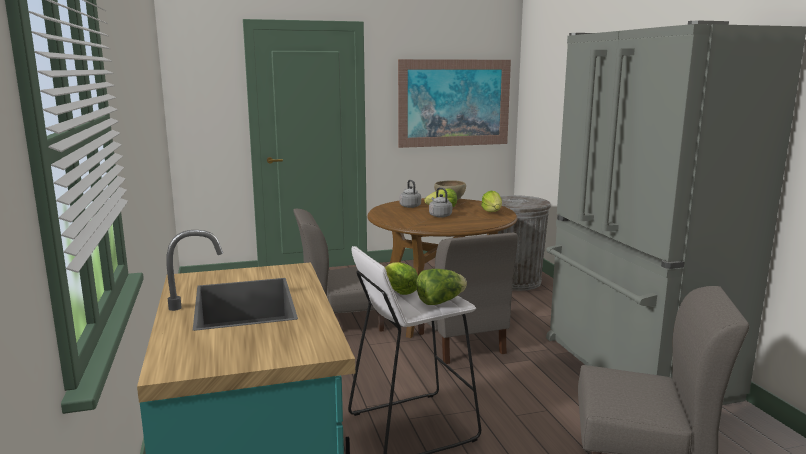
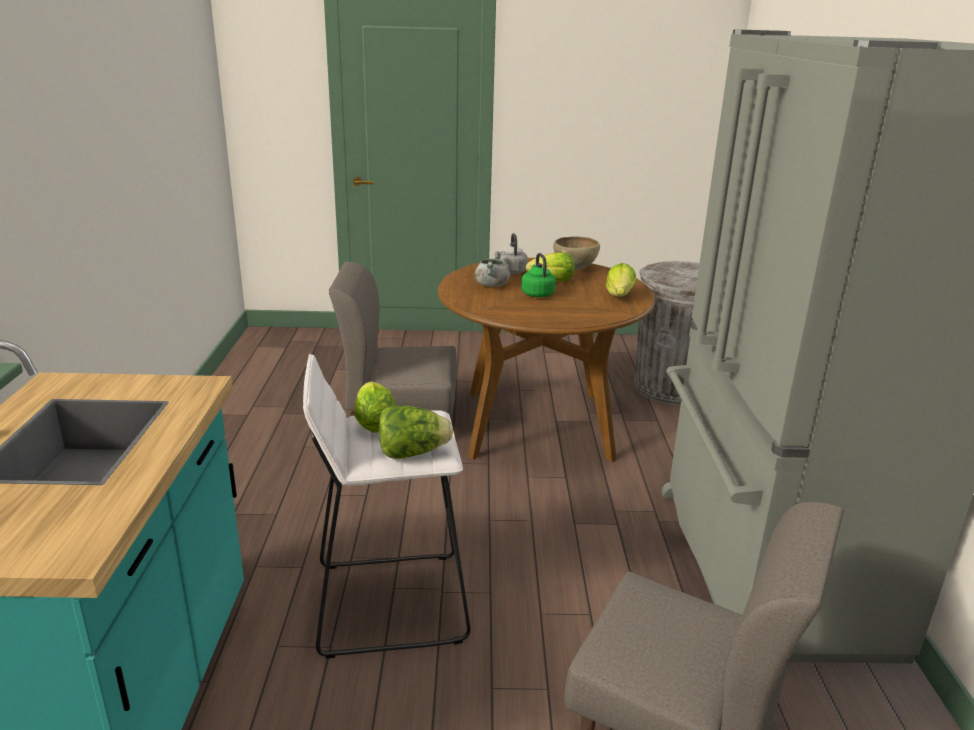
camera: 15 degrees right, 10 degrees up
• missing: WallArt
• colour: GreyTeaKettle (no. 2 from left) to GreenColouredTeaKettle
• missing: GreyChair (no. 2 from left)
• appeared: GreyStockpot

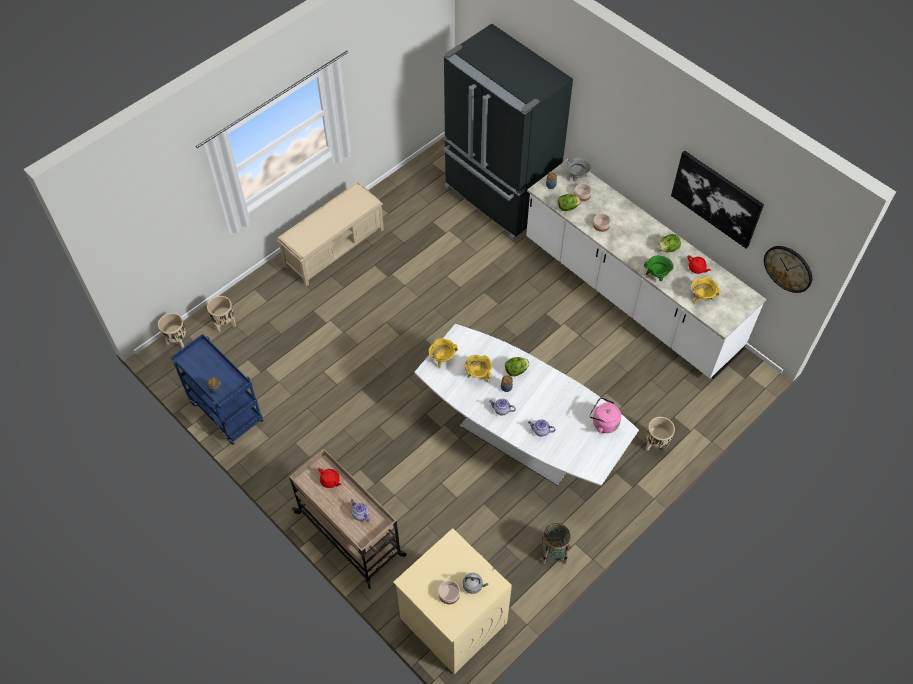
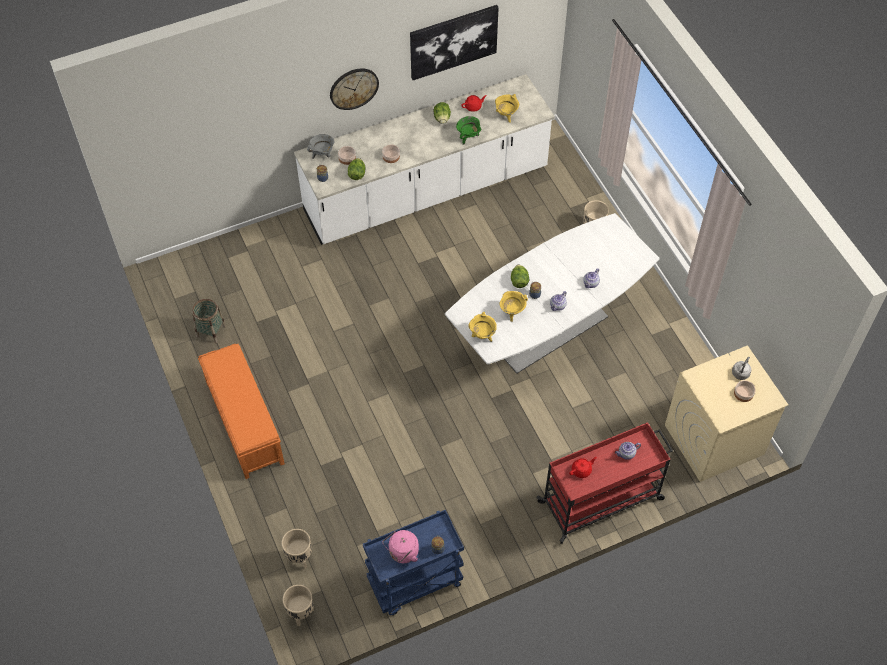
camera: 70 degrees left, 0 degrees up
• missing: BlackColouredRefrigerator
• colour: BeigeBench to OrangeyBench
• relocated: WallClock
• relocated: PinkColouredTeaKettle
• colour: BeigeCart to RedCart
• relocated: Basket

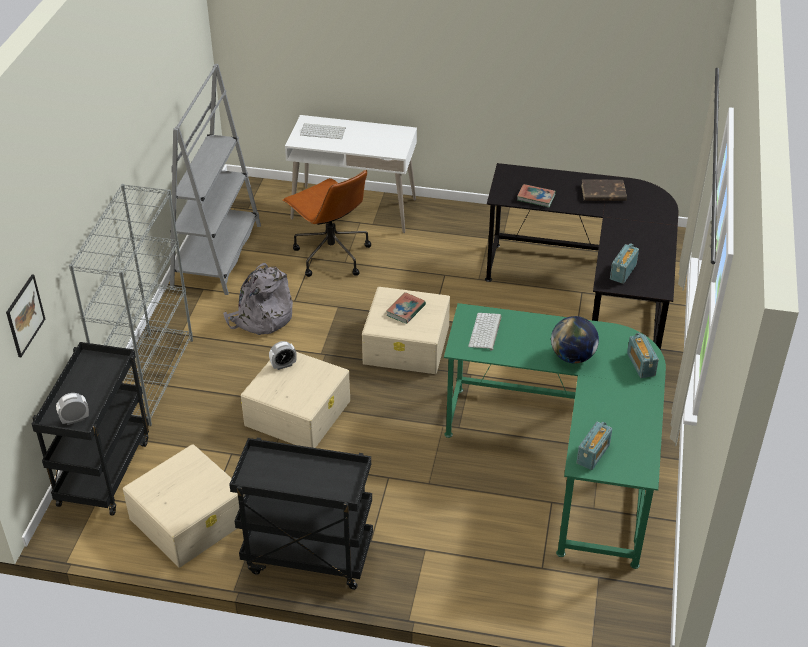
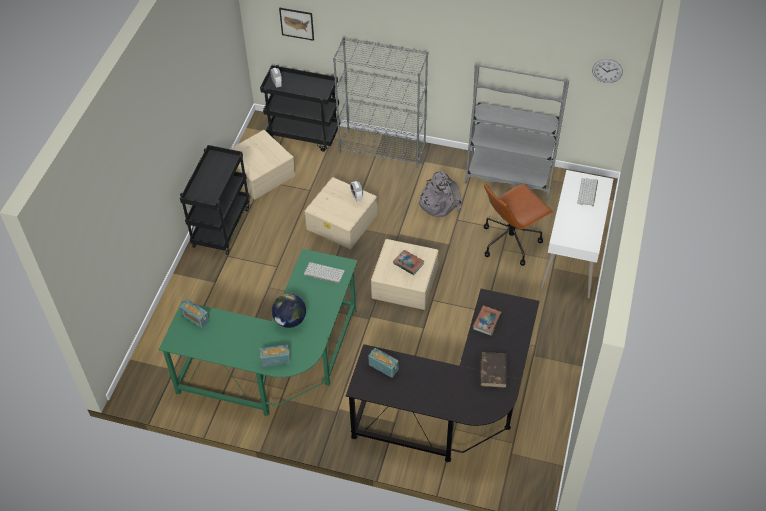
camera: 95 degrees right, 10 degrees up
• appeared: WallClock

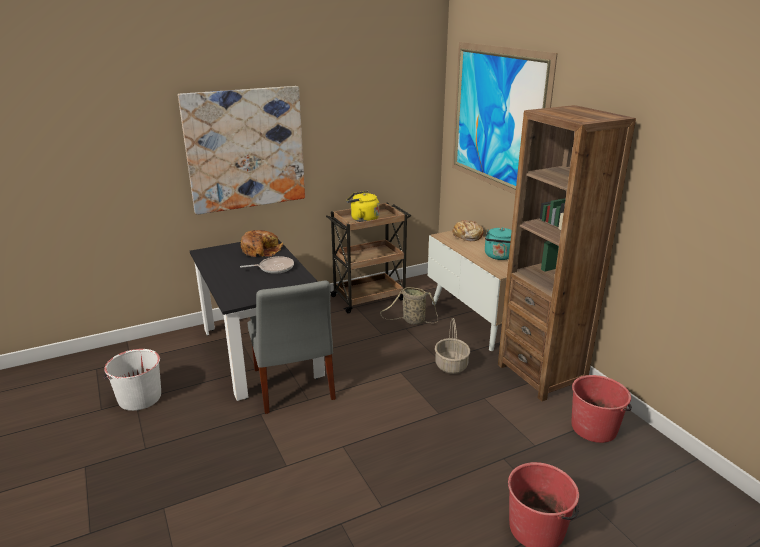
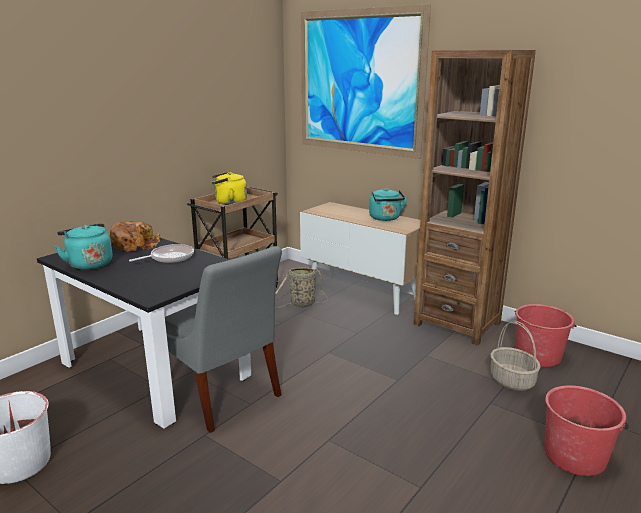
camera: 25 degrees left, 5 degrees down
• missing: WallArt (no. 1 from left)
• missing: BakeryBread (no. 2 from left)
• relocated: Basket (no. 2 from left)
• appeared: TurquoiseColouredTeaKettle (no. 1 from left)

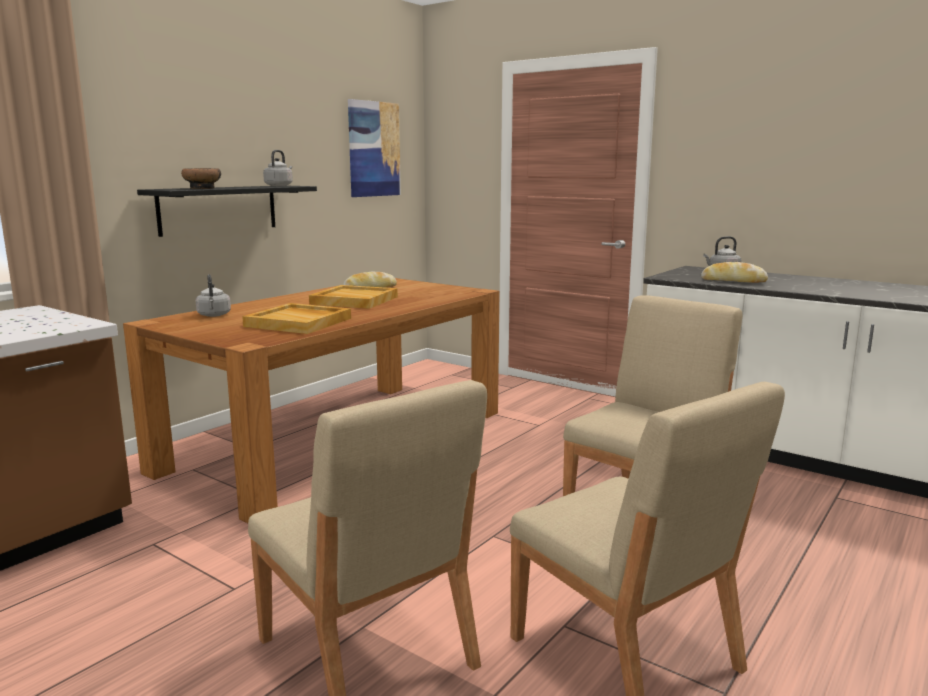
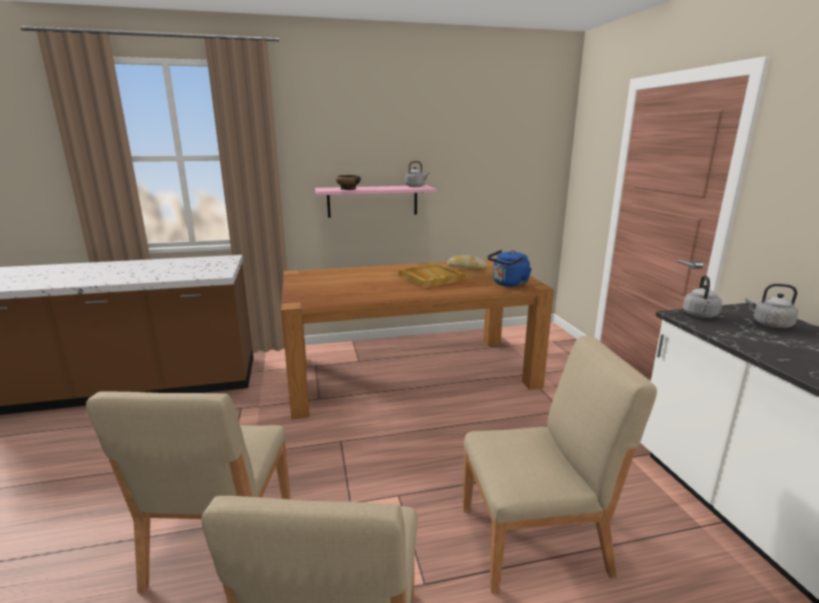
camera: 40 degrees right, 5 degrees up
• missing: WallArt
• colour: BlackColouredBracketShelf to PinkColouredBracketShelf
• missing: BakeryBread (no. 2 from left)
• relocated: GreyTeaKettle (no. 1 from left in the first image) to GreyTeaKettle (no. 2 from left)
• missing: BeigeCarryingTray (no. 1 from left)
• appeared: BlueColouredTeaKettle

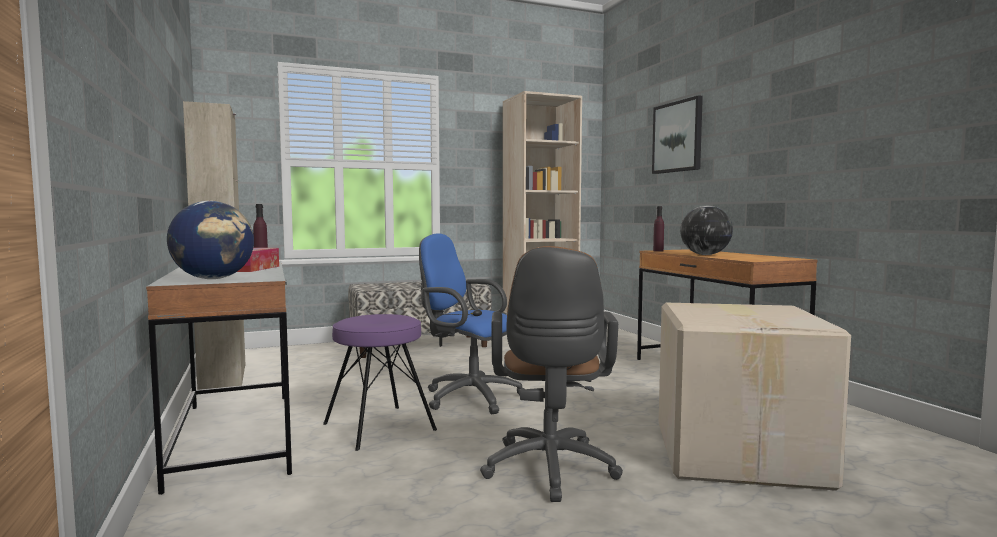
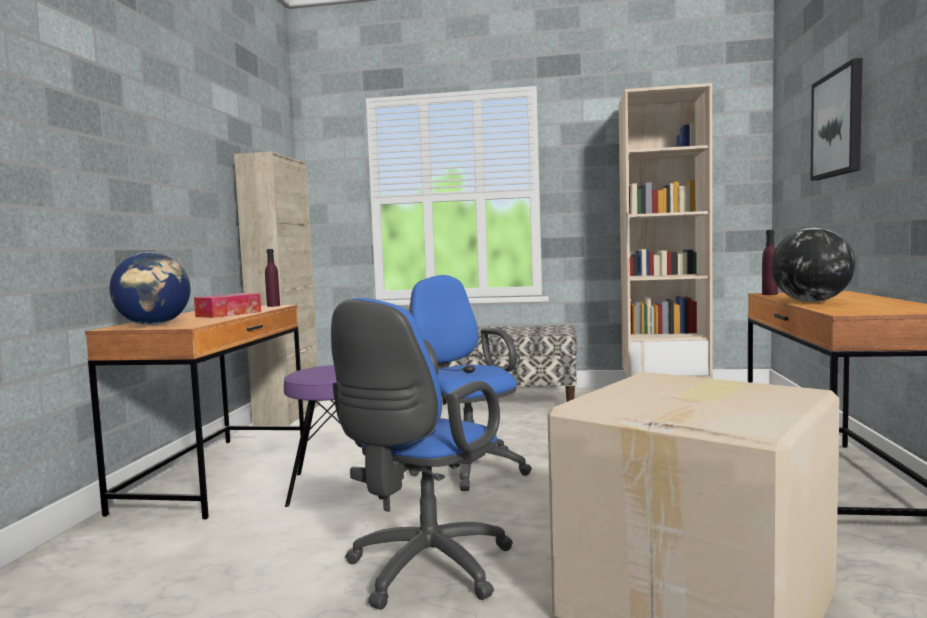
camera: 30 degrees right, 0 degrees up
• colour: BrownOfficeChair to BlueColouredOfficeChair (no. 1 from left)
• colour: GreyDesk to BrownDesk (no. 1 from left)

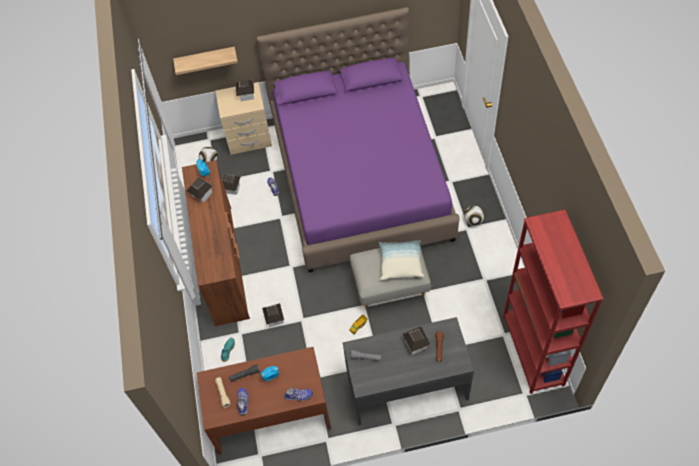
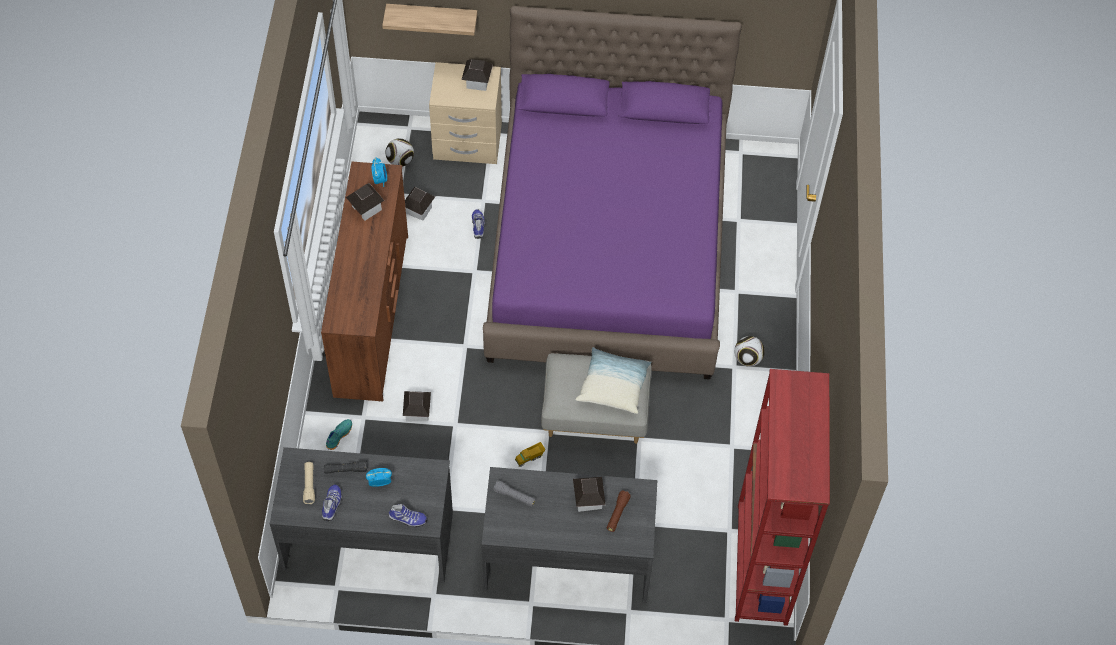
camera: 10 degrees right, 0 degrees up
• colour: BrownDesk to GreyDesk (no. 1 from left)

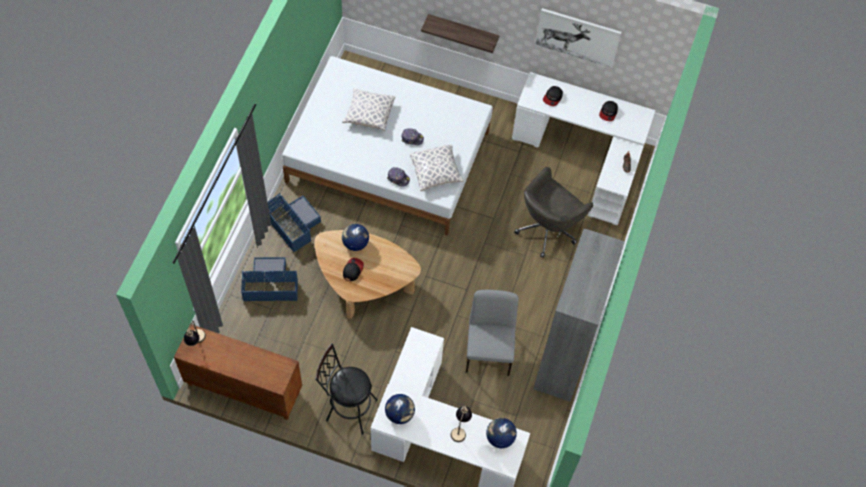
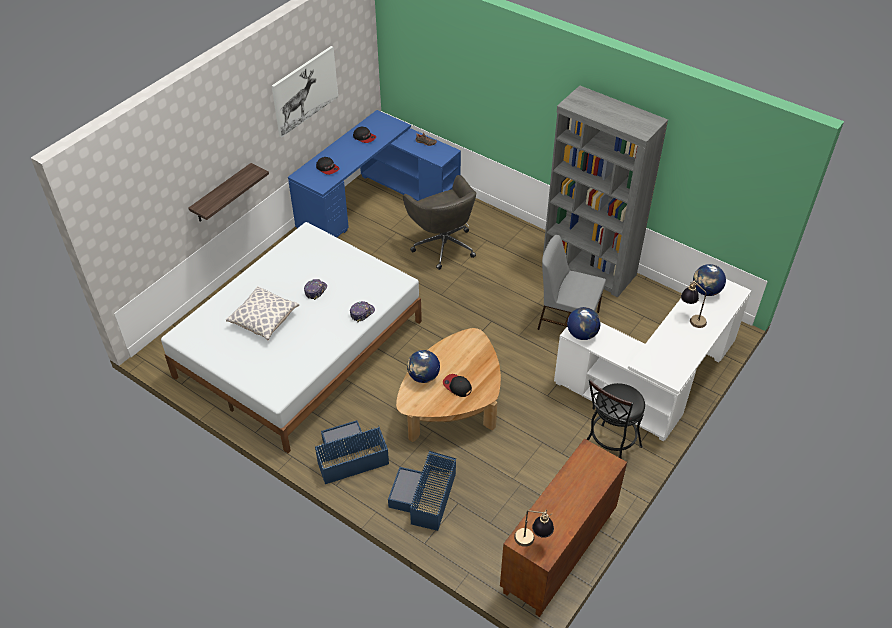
camera: 70 degrees left, 15 degrees down
• colour: WhiteColouredDesk (no. 2 from left) to BlueColouredDesk
• missing: Cushion (no. 2 from left)
• relocated: DeskGlobe (no. 2 from left)

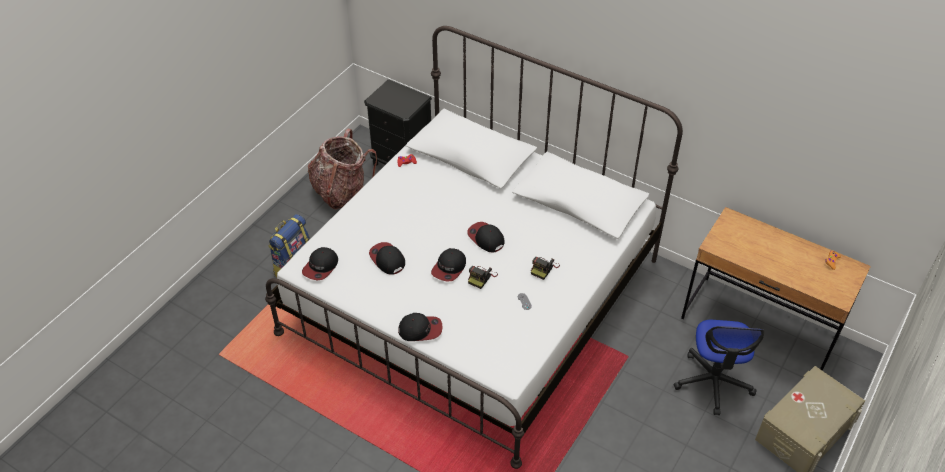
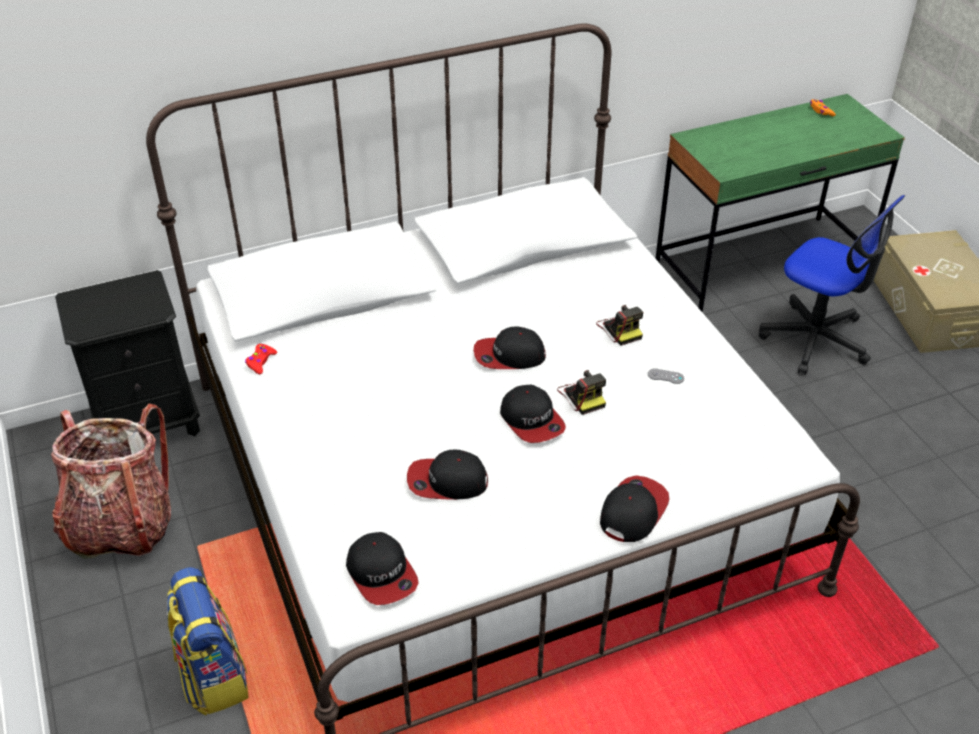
camera: 55 degrees left, 5 degrees down
• colour: BrownDesk to GreenColouredDesk

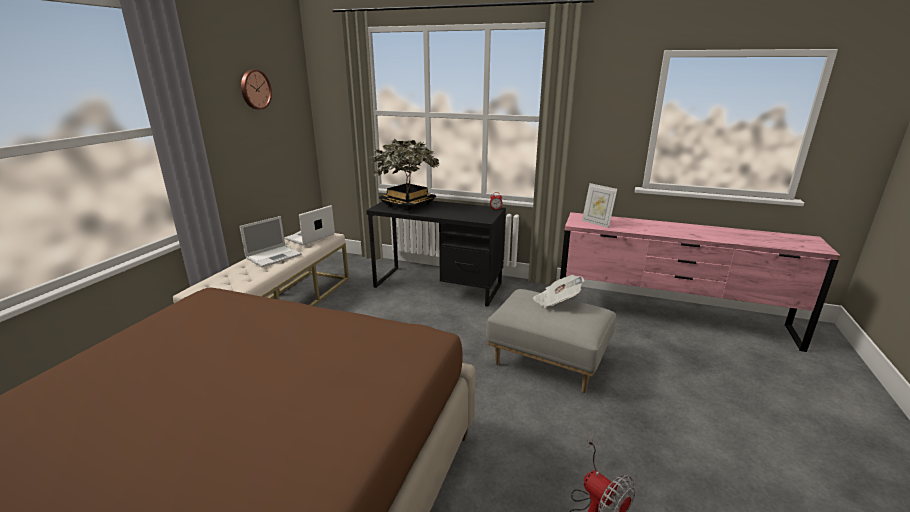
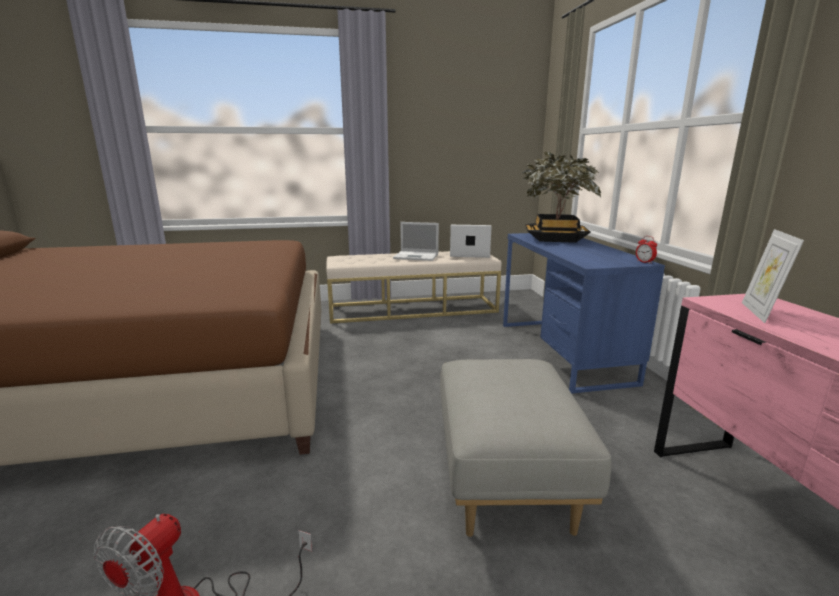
camera: 60 degrees right, 5 degrees down
• missing: WallClock
• colour: BlackColouredDesk to BlueColouredDesk
• missing: DailyPaper

